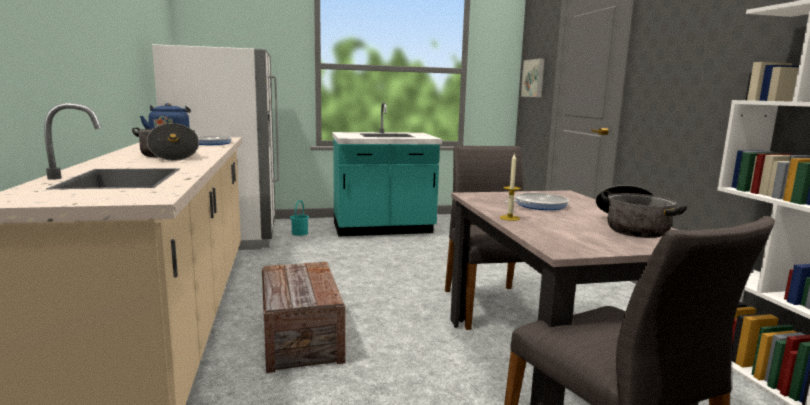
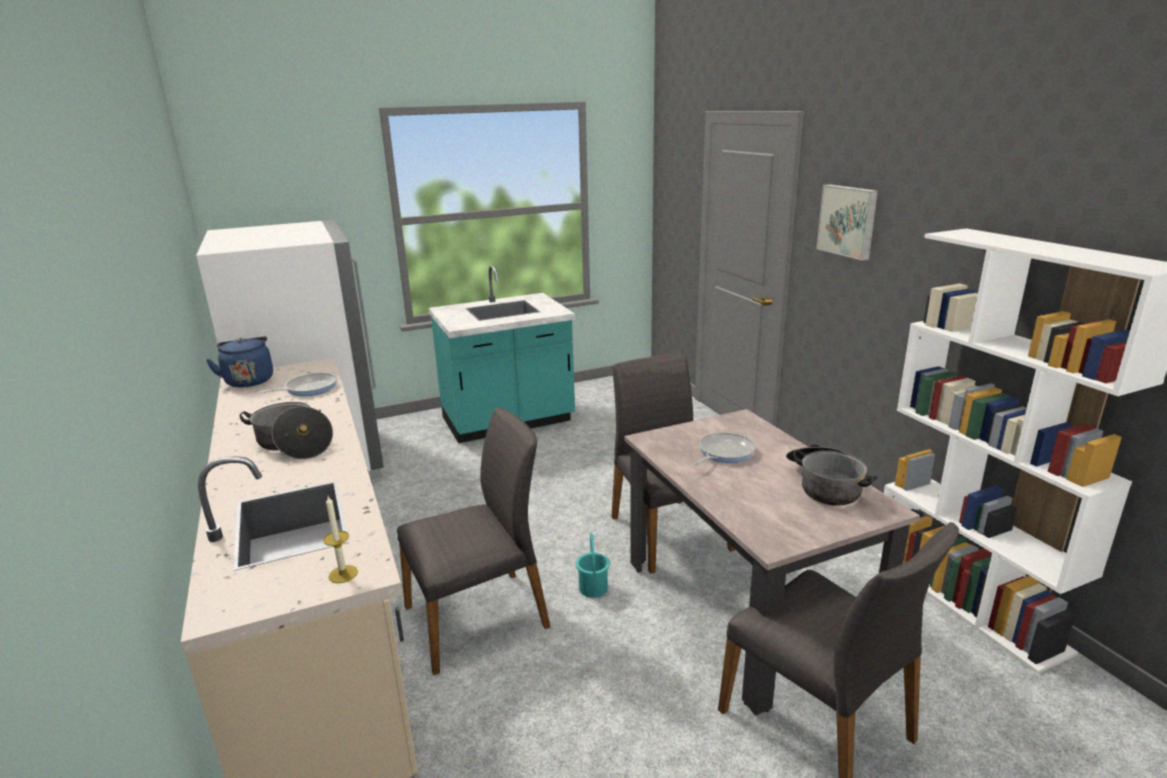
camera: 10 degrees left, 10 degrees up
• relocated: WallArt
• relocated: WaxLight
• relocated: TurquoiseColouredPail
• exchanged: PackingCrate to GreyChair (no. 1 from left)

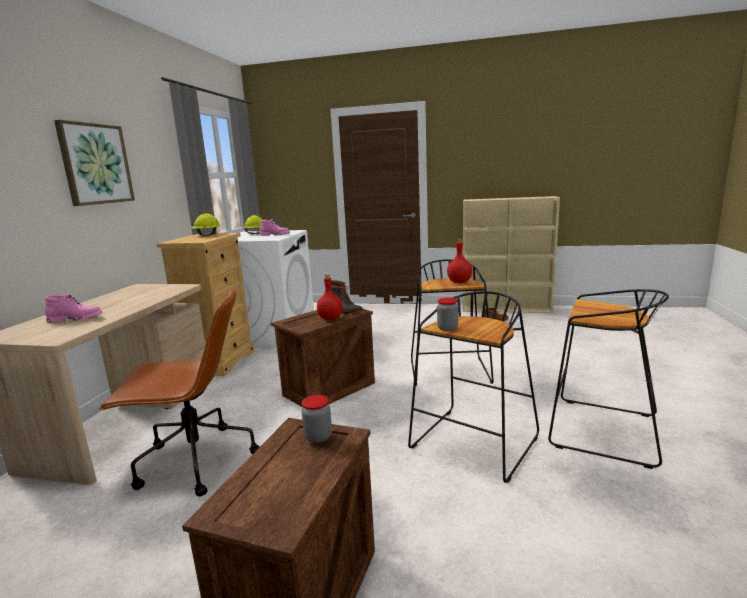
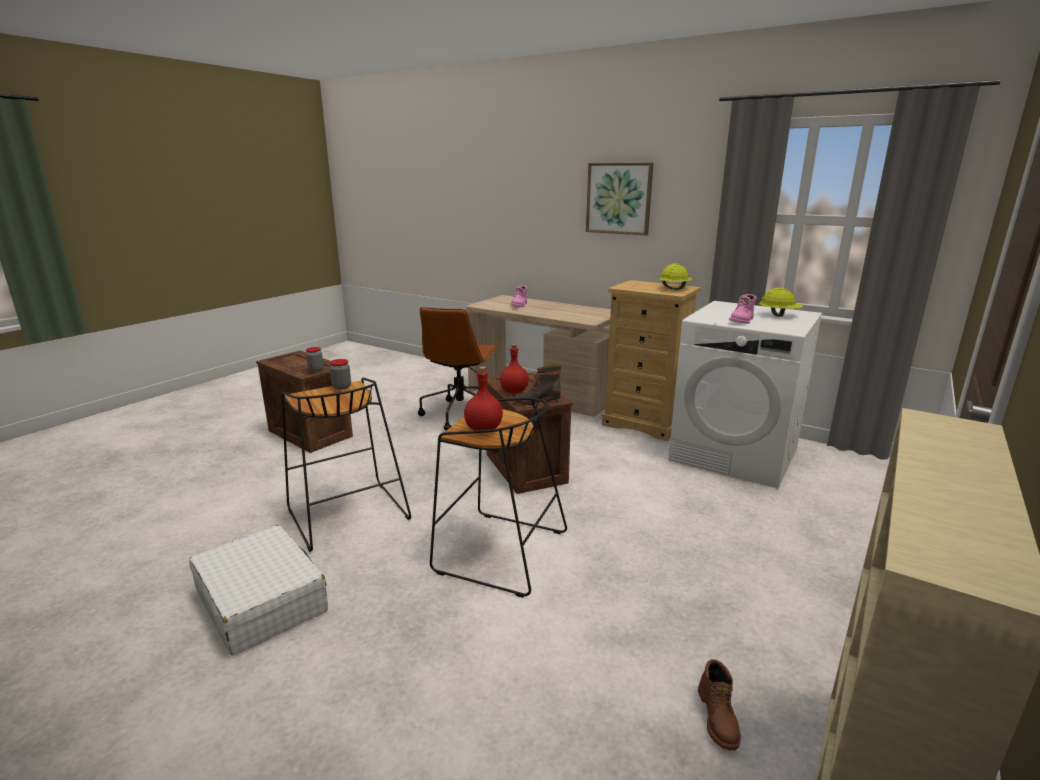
camera: 110 degrees right, 5 degrees up
• exchanged: BlackColouredStool (no. 3 from left) to WhiteColouredPieceOfLuggage

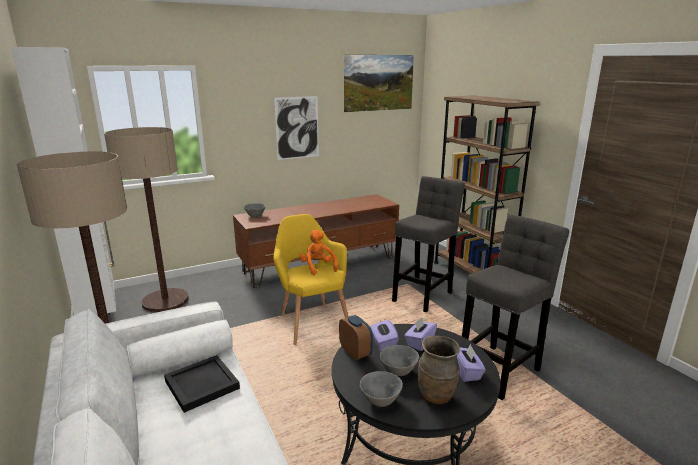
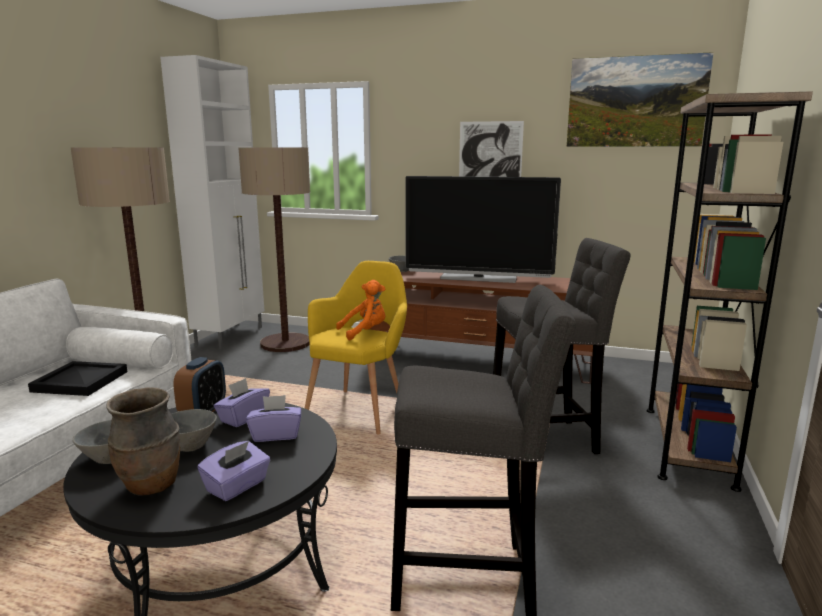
camera: 45 degrees right, 5 degrees down
• spun: OrangeySoftToy 45 degrees clockwise
• appeared: TvSet

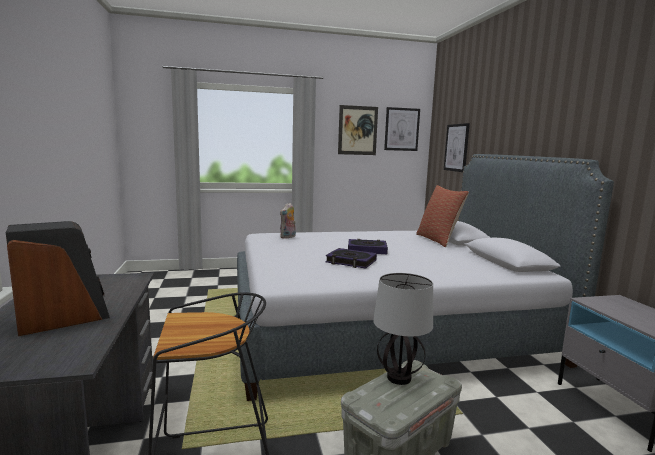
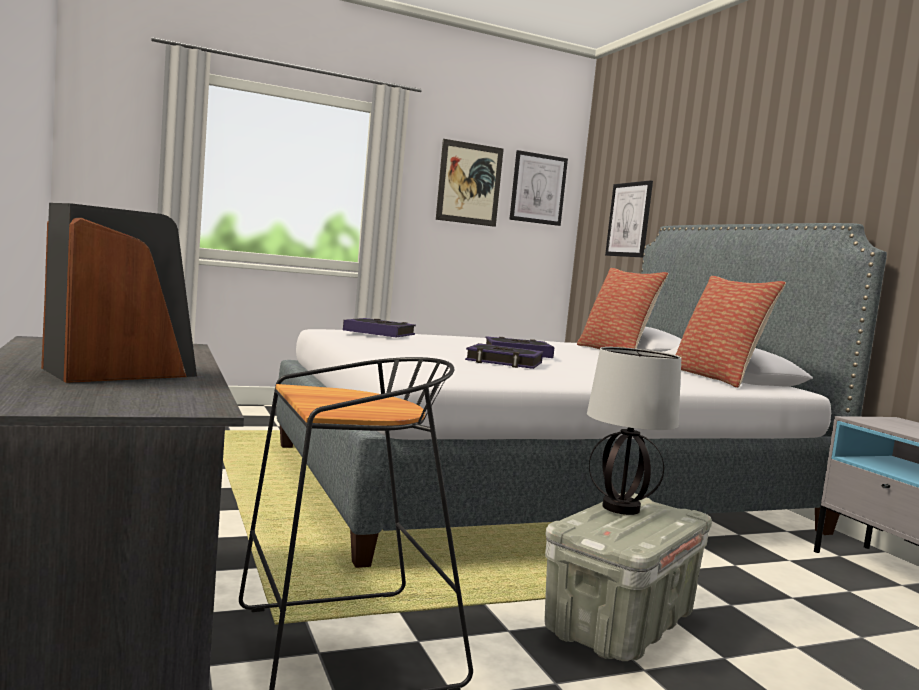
camera: 10 degrees left, 5 degrees down
• exchanged: SoftToy to BoundBook (no. 1 from left)
• appeared: Cushion (no. 2 from left)

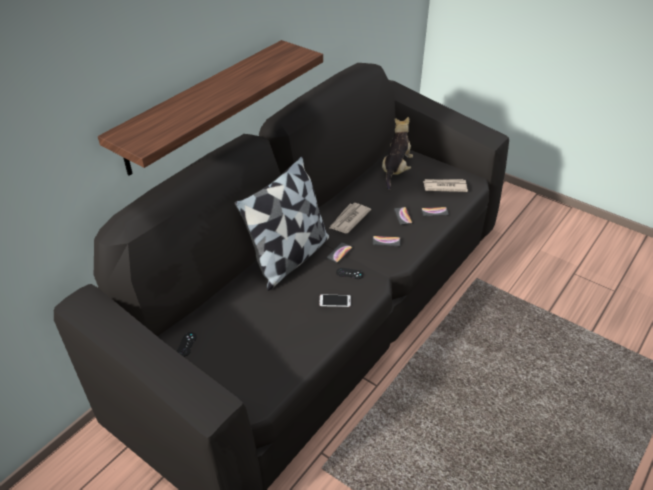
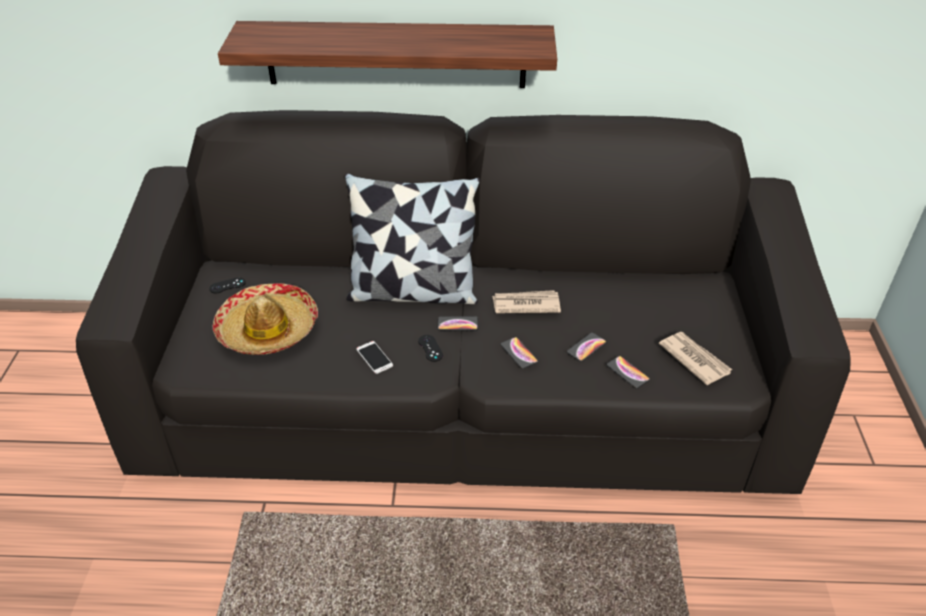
camera: 55 degrees right, 0 degrees up
• missing: SoftToy
• appeared: ClothingHat

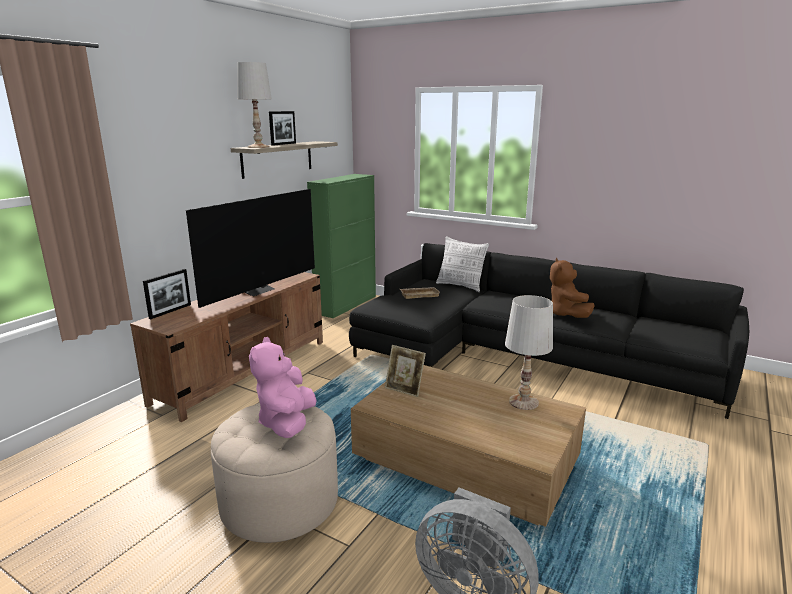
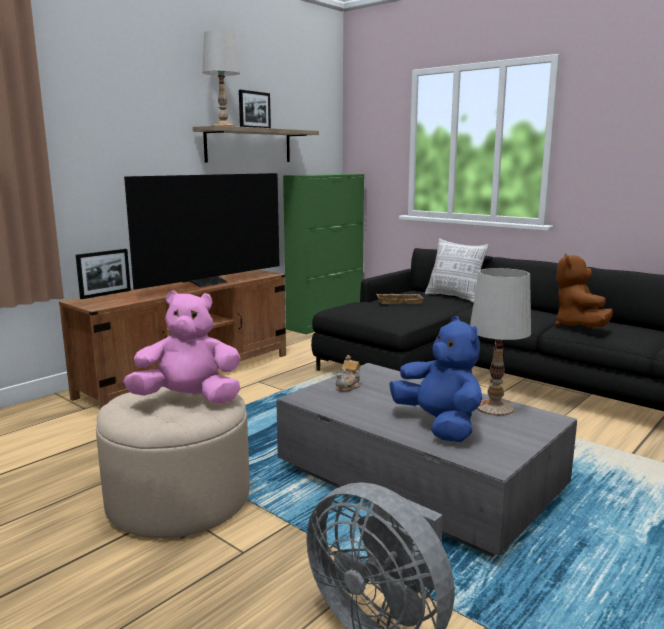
camera: 10 degrees right, 5 degrees down
• spun: PinkColouredSoftToy 75 degrees clockwise
• exchanged: PictureFrame (no. 3 from left) to Teapot
• colour: BrownLoungeTable to GreyLoungeTable
• appeared: BlueColouredSoftToy

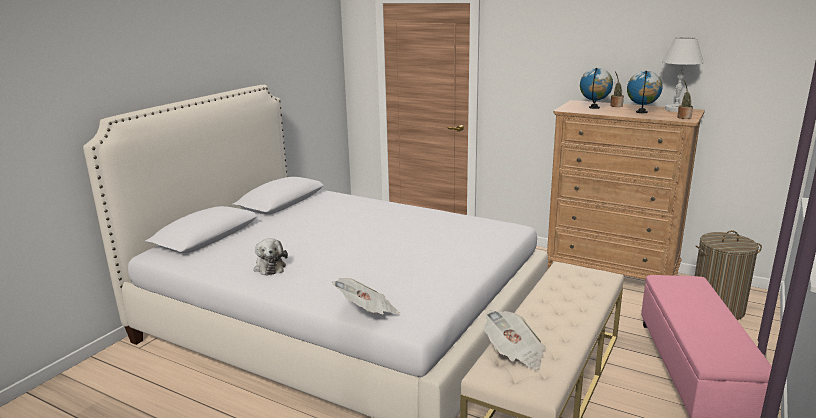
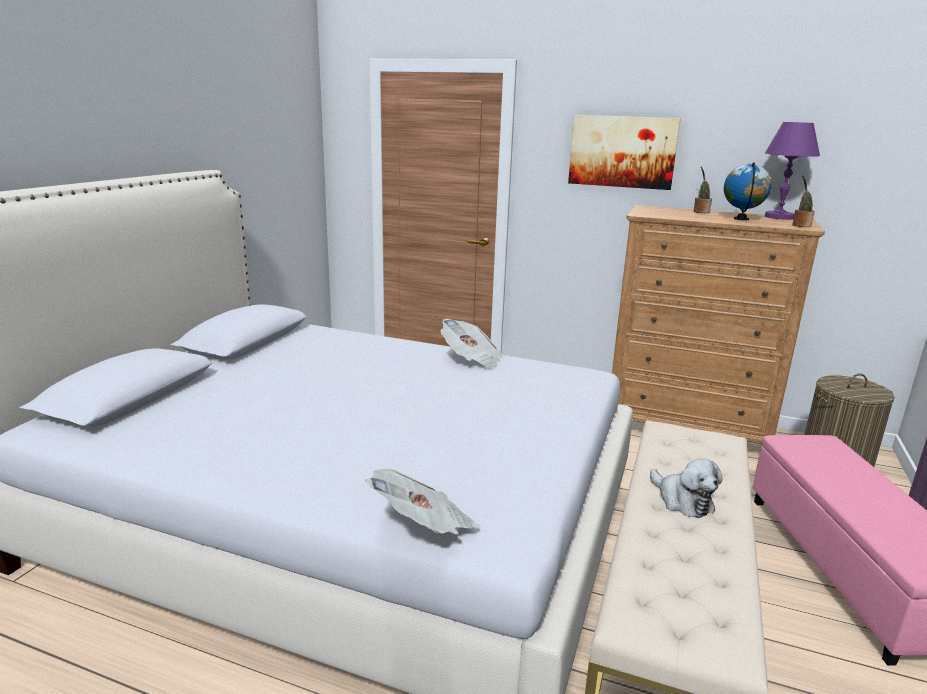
camera: 10 degrees left, 0 degrees up
• colour: WhiteColouredLampForATable to PurpleColouredLampForATable
• missing: DeskGlobe (no. 1 from left)
• relocated: SoftToy
• relocated: DailyPaper (no. 2 from left)
• appeared: WallArt

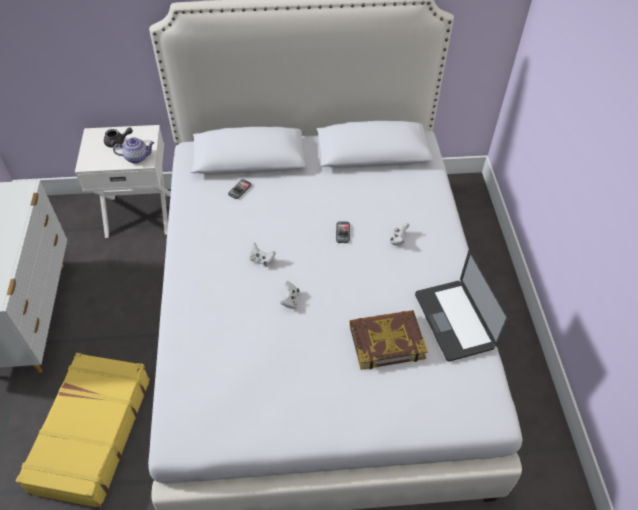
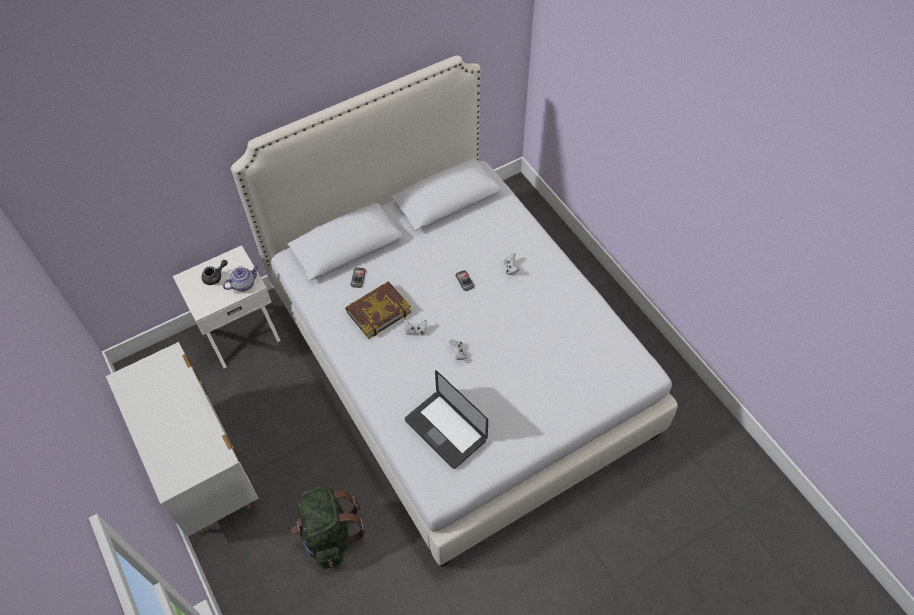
camera: 25 degrees left, 5 degrees up
• relocated: PortableComputer
• relocated: BoundBook
• exchanged: YellowishPieceOfLuggage to GreenColouredRucksack

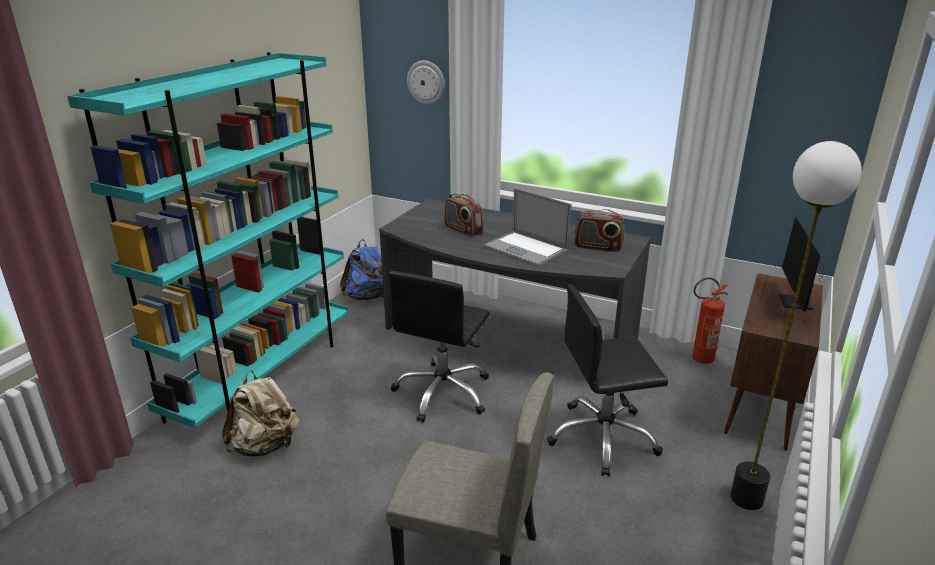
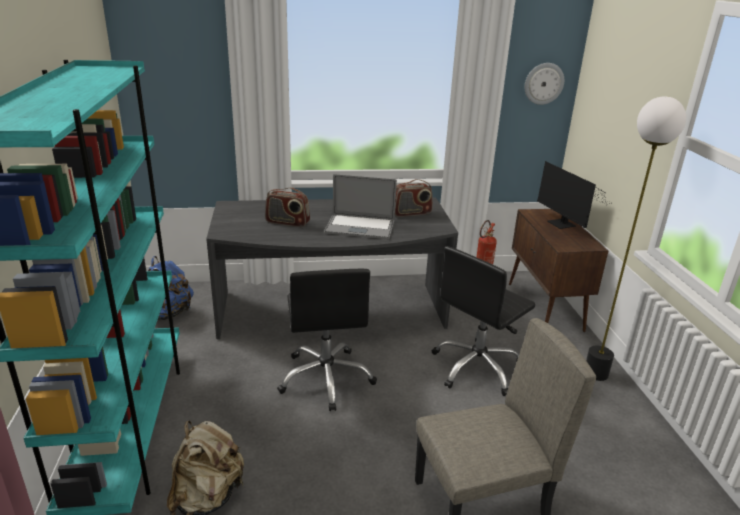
camera: 35 degrees left, 0 degrees up
• relocated: WallClock

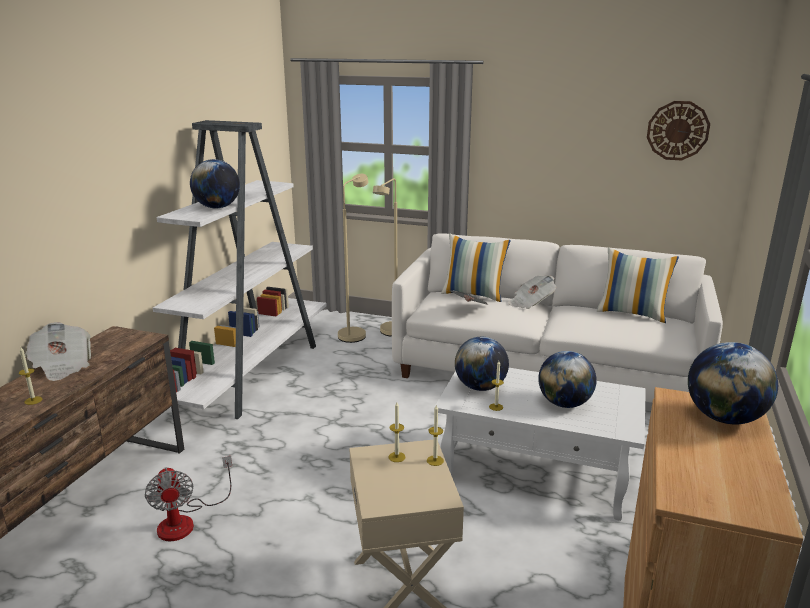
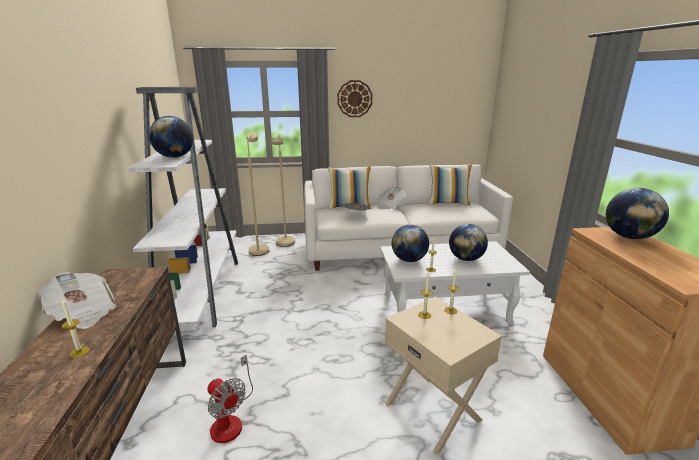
camera: 25 degrees left, 0 degrees up
• relocated: WallClock

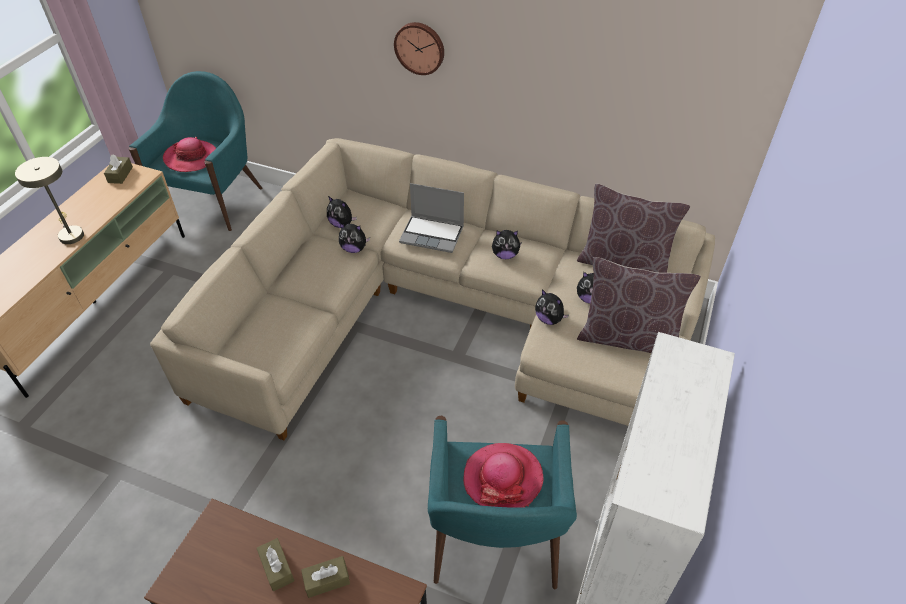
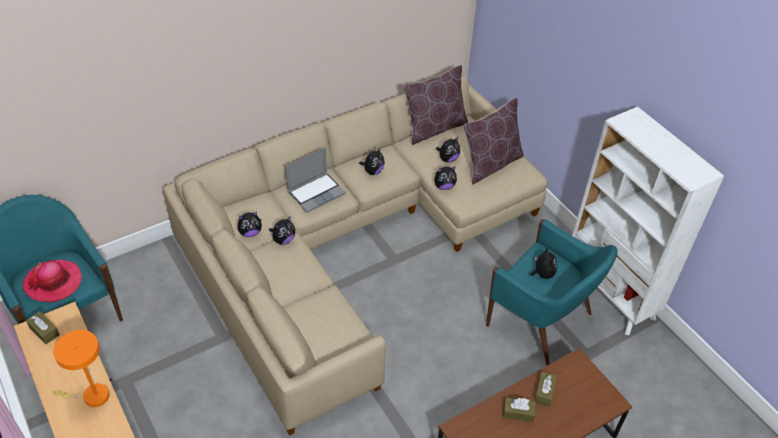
camera: 55 degrees left, 0 degrees up
• missing: WallClock
• colour: BeigeLampForATable to OrangeyLampForATable
• exchanged: ClothingHat (no. 2 from left) to SoftToy (no. 6 from left)

